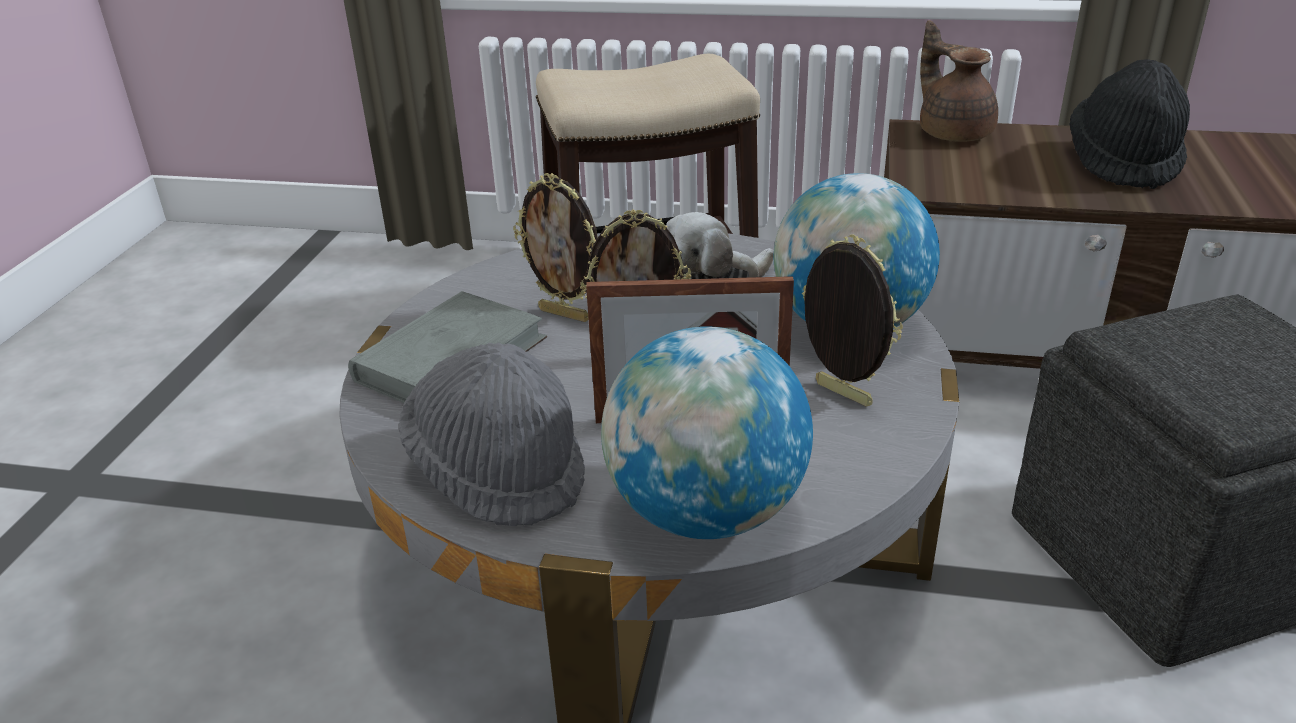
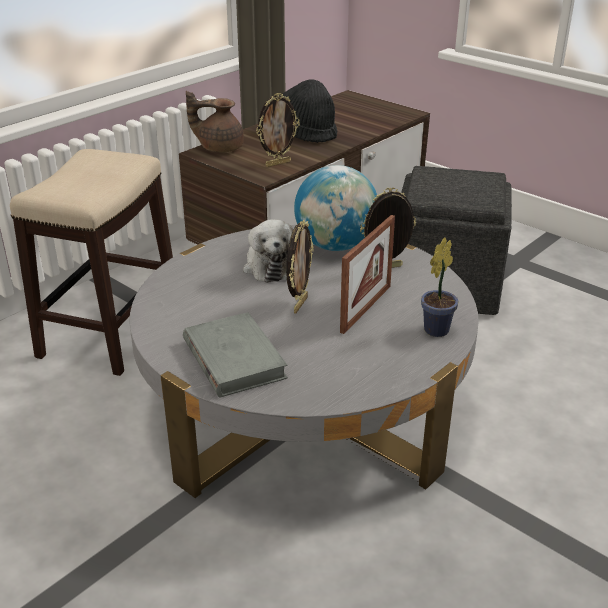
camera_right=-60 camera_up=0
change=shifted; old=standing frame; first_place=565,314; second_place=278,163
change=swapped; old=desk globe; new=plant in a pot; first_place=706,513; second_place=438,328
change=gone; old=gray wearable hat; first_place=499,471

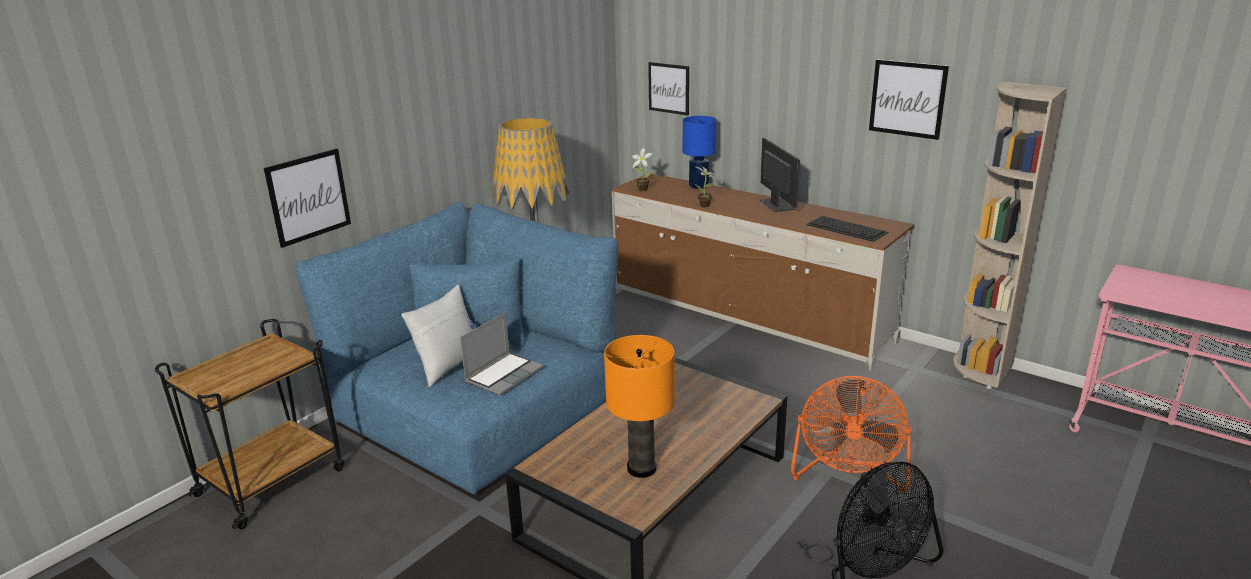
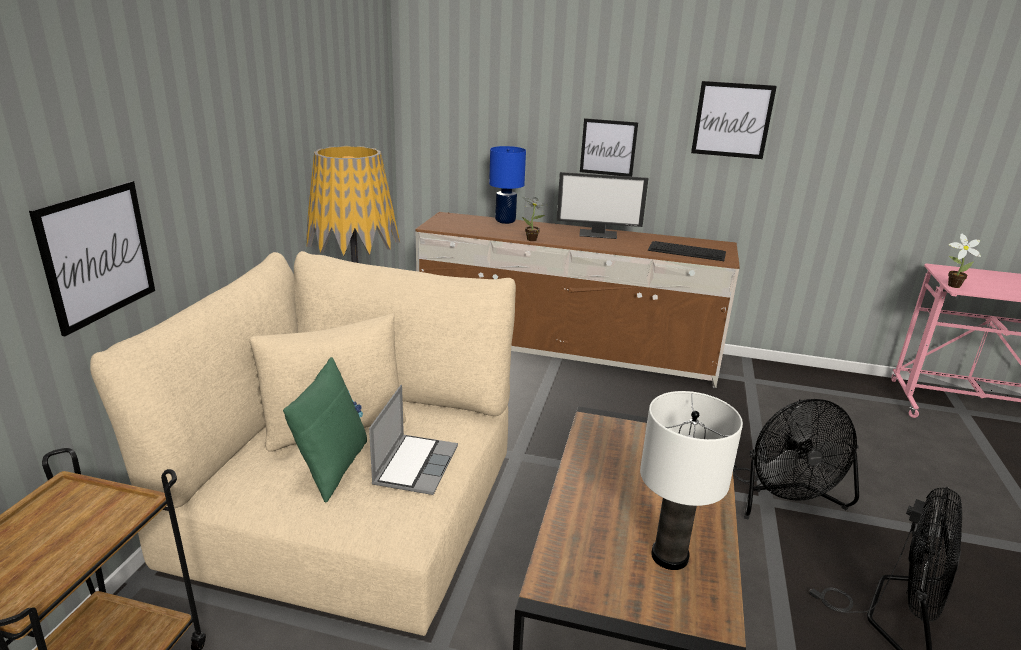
camera_right=-25 camera_up=0
change=shifted; old=wall picture; first_place=669,88; second_place=608,147
change=gone; old=beige-coloured bookcase; first_place=979,375
change=rotated; old=computer screen; first_place=776,205; second_place=598,234; degrees=135
change=shifted; old=plant in a pot; first_place=642,189; second_place=951,285
change=repainted; old=bluish couch; new=beige-coloured couch; first_place=478,409; second_place=349,510
change=repainted; old=gray cushion; new=green-coloured cushion; first_place=449,367; second_place=333,468
change=repainted; old=orange-coloured table lamp; new=whitish table lamp; first_place=642,468; second_place=670,556
change=repainted; old=orange-coloured fan; new=blackish fan; first_place=844,471; second_place=780,499

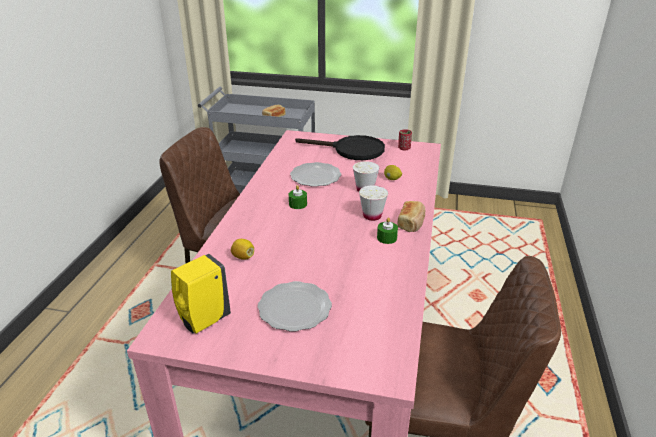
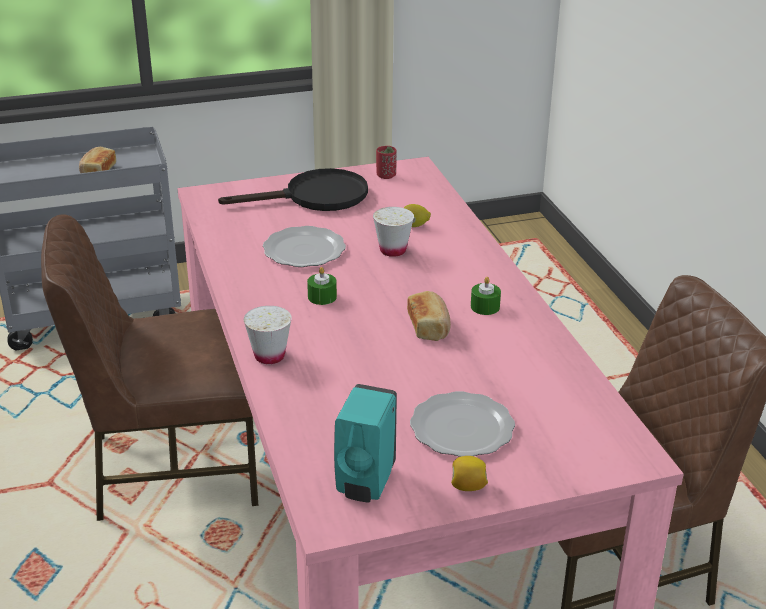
camera_right=-30 camera_up=0
change=shifted; old=whitish cup; first_place=372,216; second_place=269,356
change=shifted; old=baked bread; first_place=411,223; second_place=429,326
change=shifted; old=lemon; first_place=243,257; second_place=467,486
change=repainted; old=yellow soap bottle; new=blue-green soap bottle; first_place=203,321; second_place=365,483

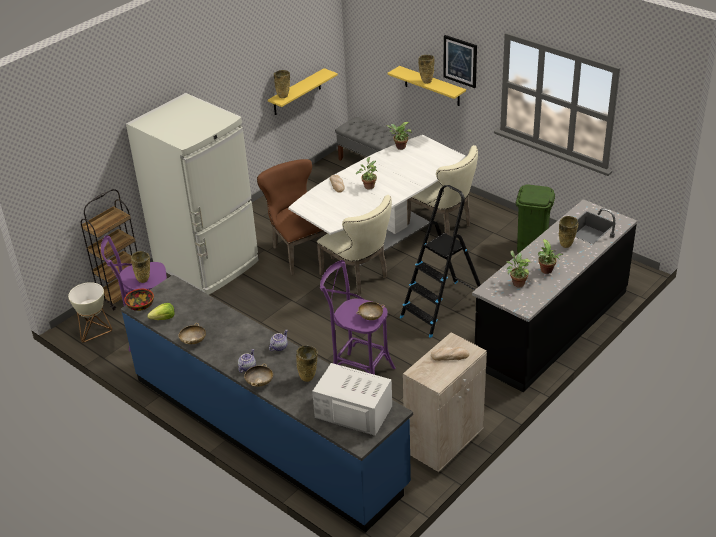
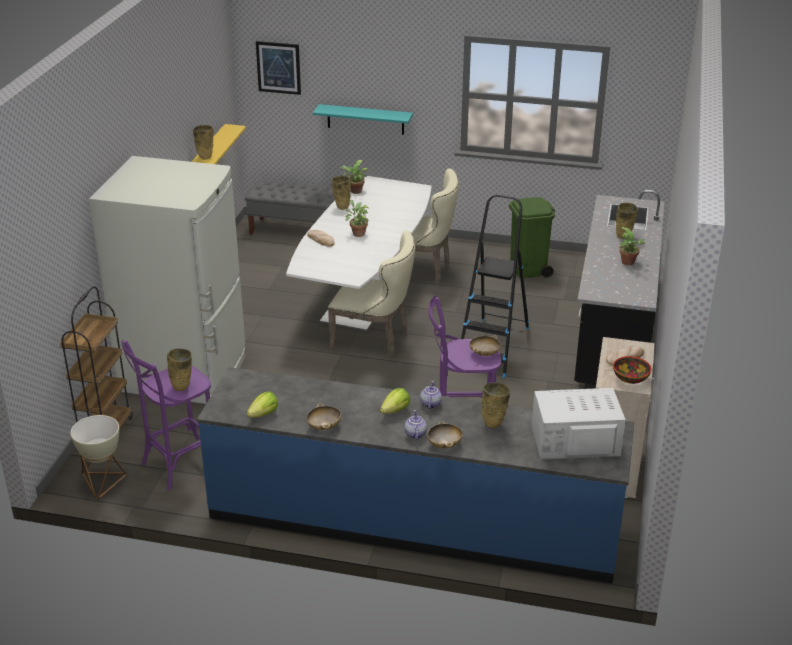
camera_right=-30 camera_up=-5
change=shifted; old=wall picture; first_place=460,61; second_place=278,67
change=shifted; old=beige-coloured flower vase; first_place=426,81; second_place=342,207
change=repainted; old=yellow bracket shelf; new=blue-green bracket shelf; first_place=432,86; second_place=365,119
change=gone; old=brown-coloured plain chair; first_place=299,251
change=gone; old=plant in a pot; first_place=517,283
change=shifted; old=deep dish; first_place=140,306; second_place=630,378
change=new; new=lettuce head; second_place=395,410

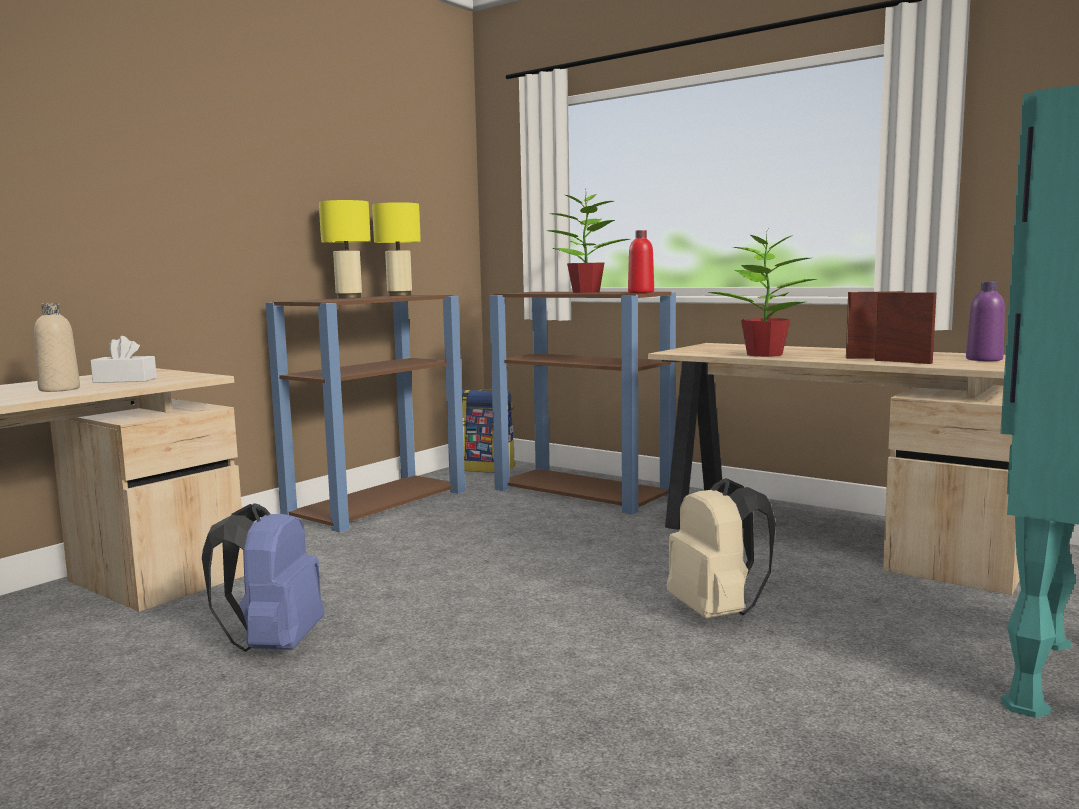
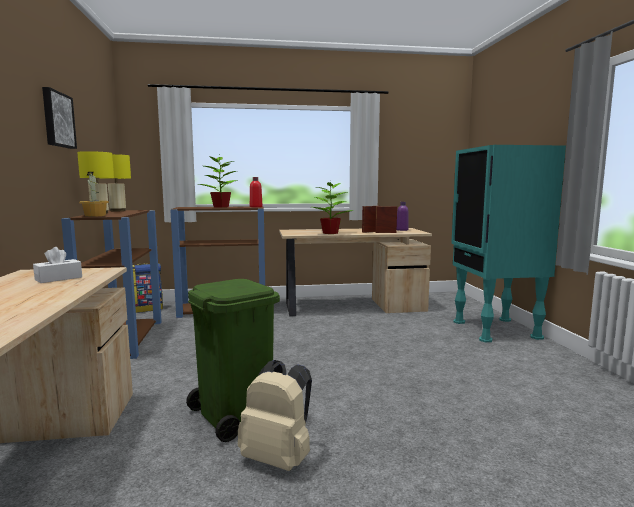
camera_right=-45 camera_up=0
change=gone; old=beige-coloured drink bottle; first_place=59,389
change=shifted; old=beige-coloured rucksack; first_place=717,613; second_place=279,458
change=swapped; old=bluish rucksack; new=green-coloured trash can; first_place=273,645; second_place=235,415
change=new; new=wall picture; second_place=57,119
change=new; new=plant in a pot; second_place=95,215

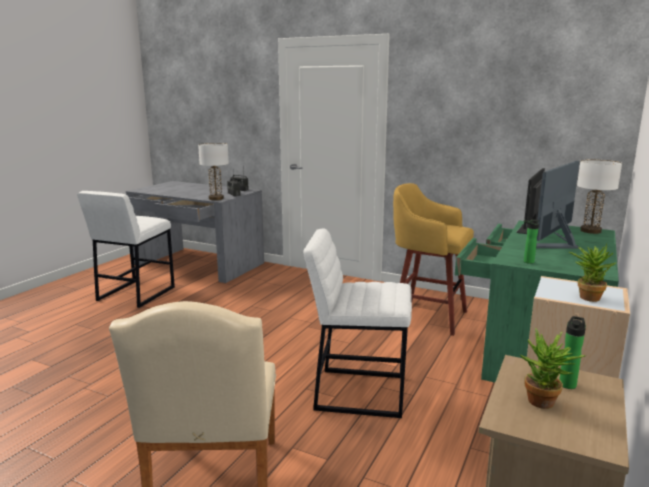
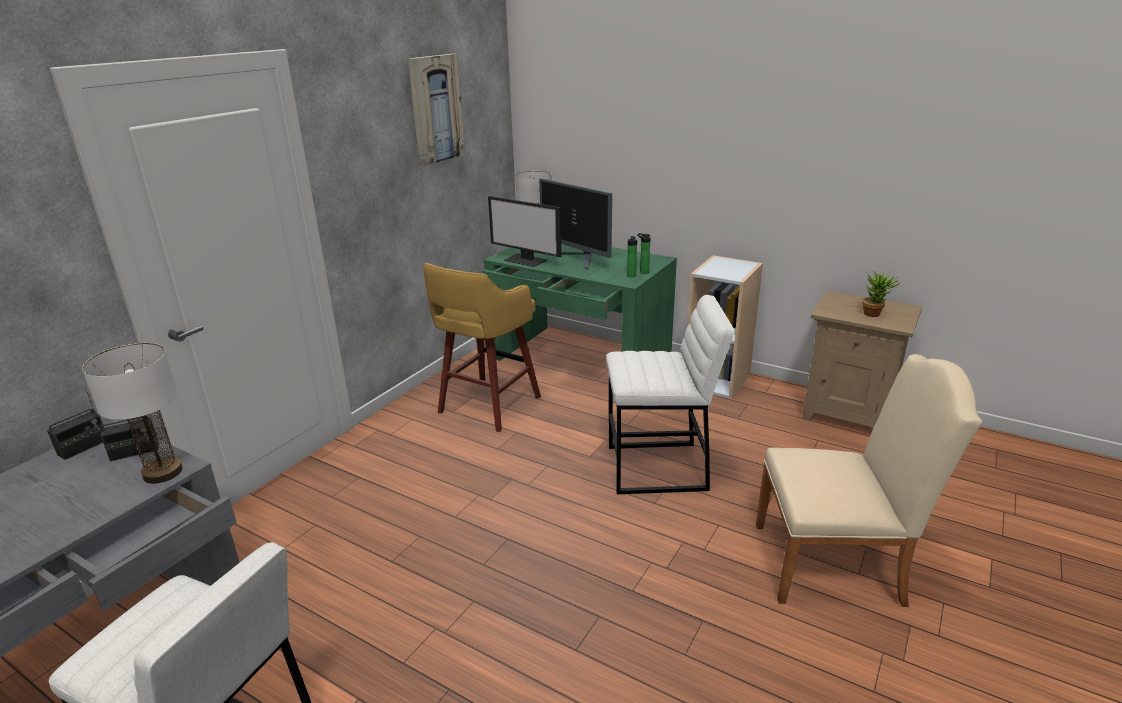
camera_right=-85 camera_up=10
change=rotated; old=whitish plain chair; first_place=357,392; second_place=660,467; degrees=-105
change=gone; old=plant in a pot; first_place=587,296
change=shifted; old=drink bottle; first_place=567,383; second_place=643,272
change=new; new=wall picture; second_place=436,109

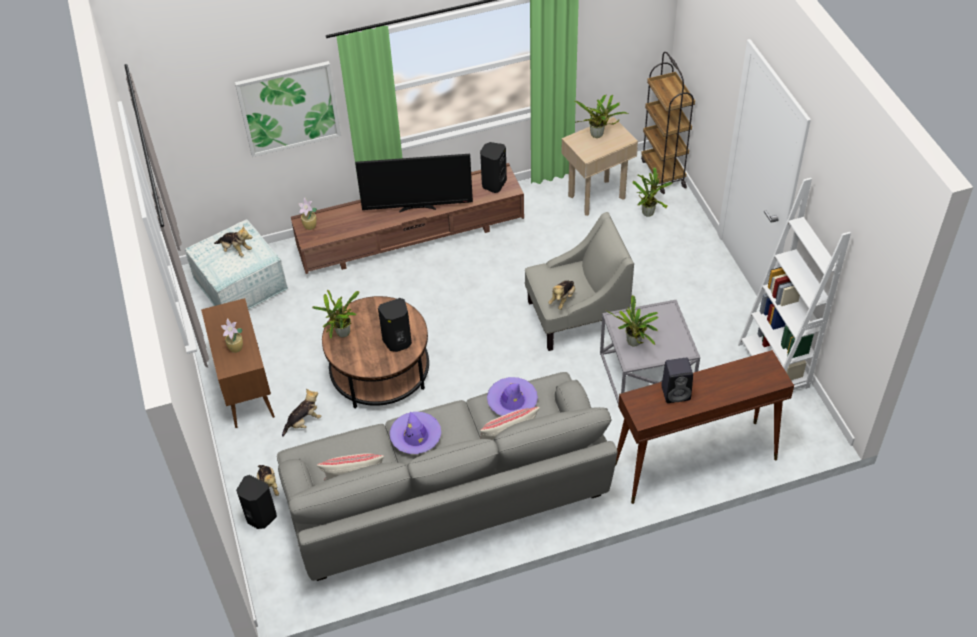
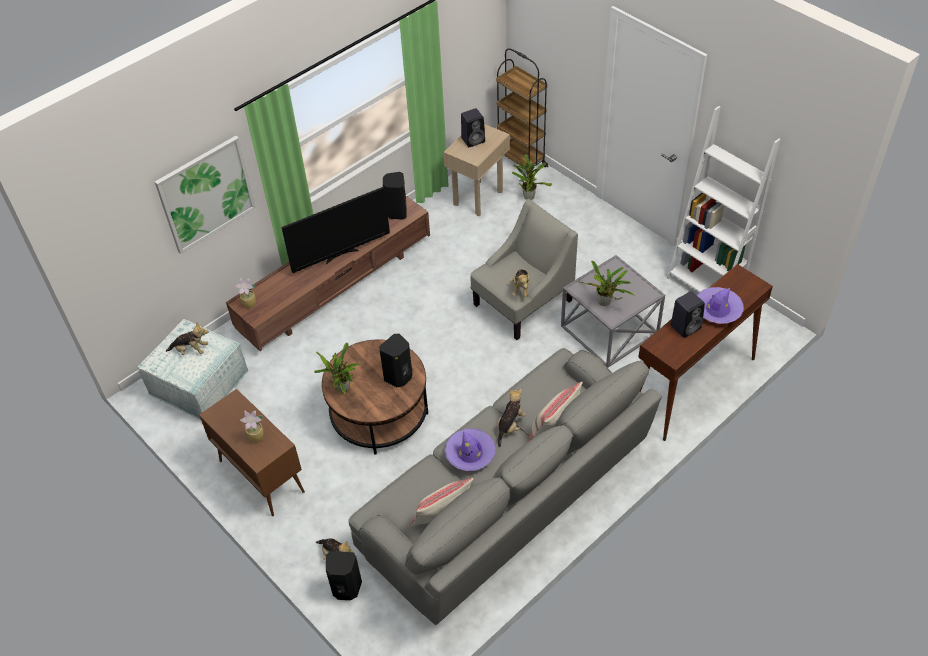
camera_right=-25 camera_up=0
change=swapped; old=plant in a pot; new=blackish speaker; first_place=598,135; second_place=473,140
change=shifted; old=purple-coloured wearable hat; first_place=512,401; second_place=717,309
change=shifted; old=cuddly toy; first_place=304,422; second_place=510,426

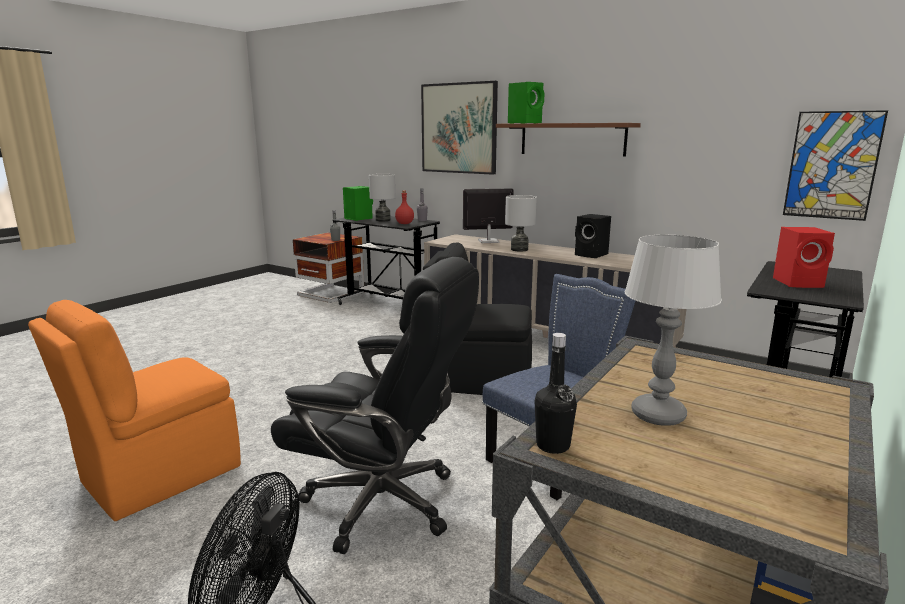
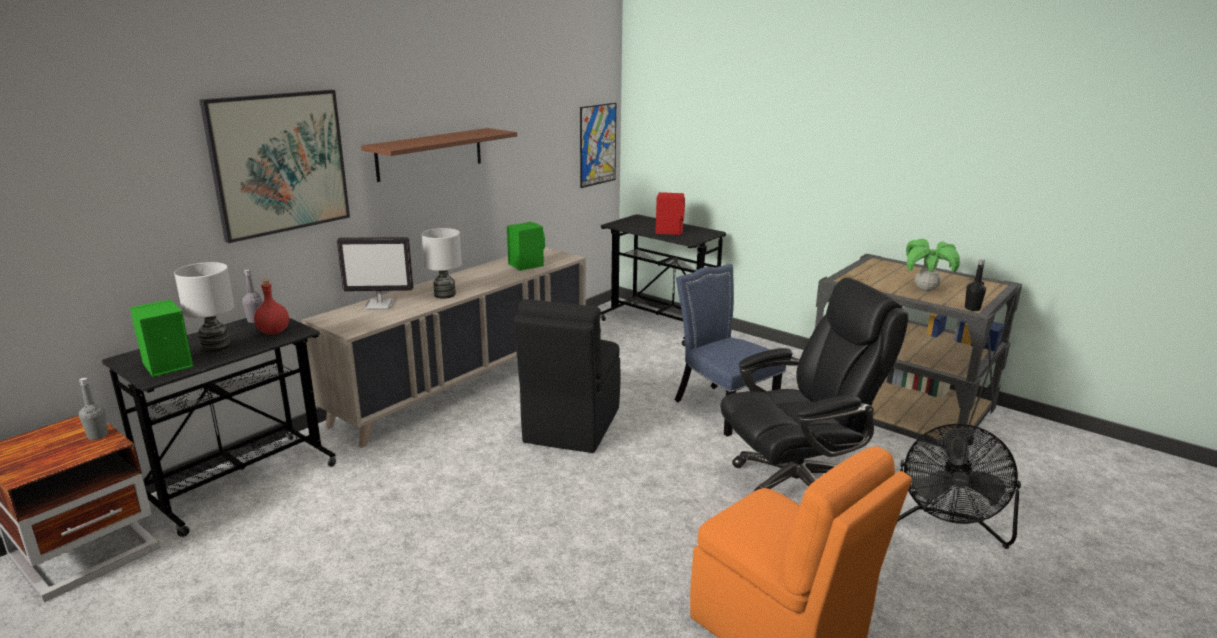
camera_right=-85 camera_up=5
change=shifted; old=green-coloured speaker; first_place=525,123; second_place=525,265
change=rotated; old=computer screen; first_place=488,241; second_place=380,305; degrees=-90
change=gone; old=blackish speaker; first_place=592,255
change=swapped; old=table lamp; new=plant in a pot; first_place=658,414; second_place=925,289
change=rotated; old=blackish desk chair; first_place=381,502; second_place=795,485; degrees=45

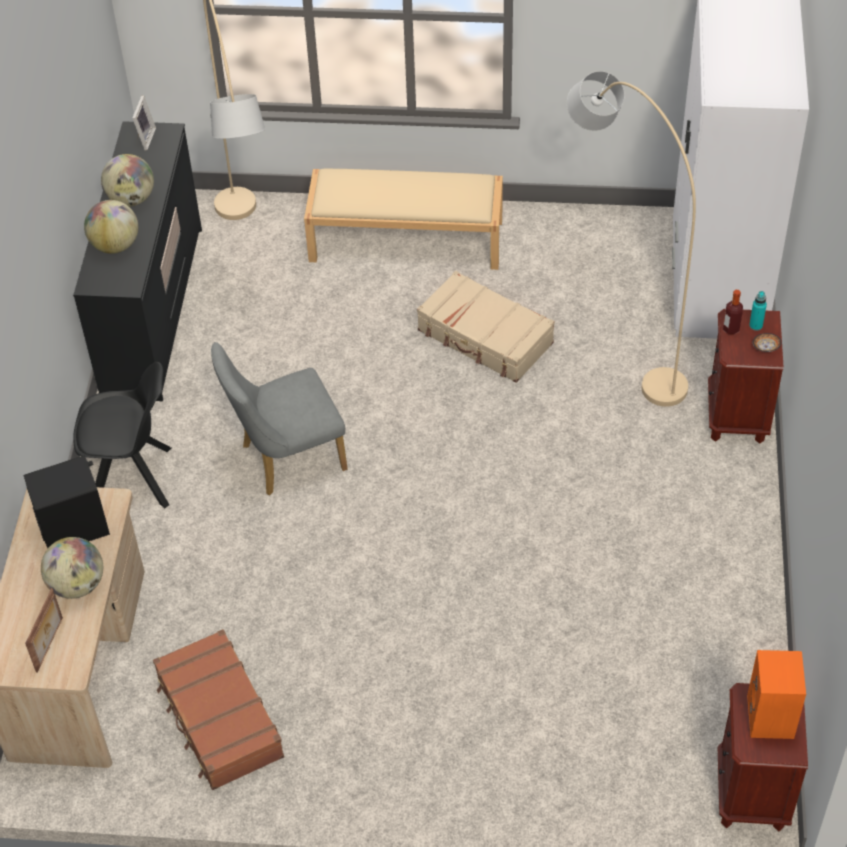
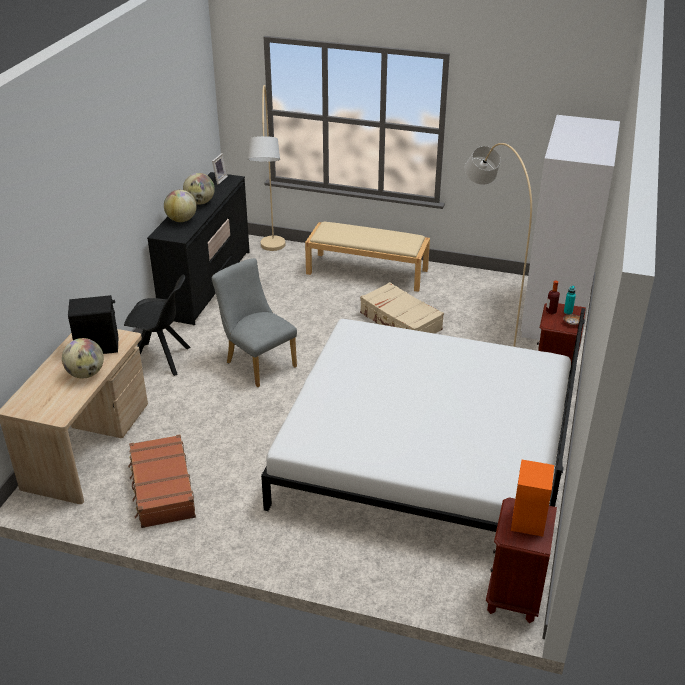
camera_right=10 camera_up=-15
change=rotated; old=gray plain chair; first_place=286,459; second_place=257,362; degrees=60
change=gone; old=standing frame; first_place=50,645
change=new; new=whitish bed; second_place=427,452

